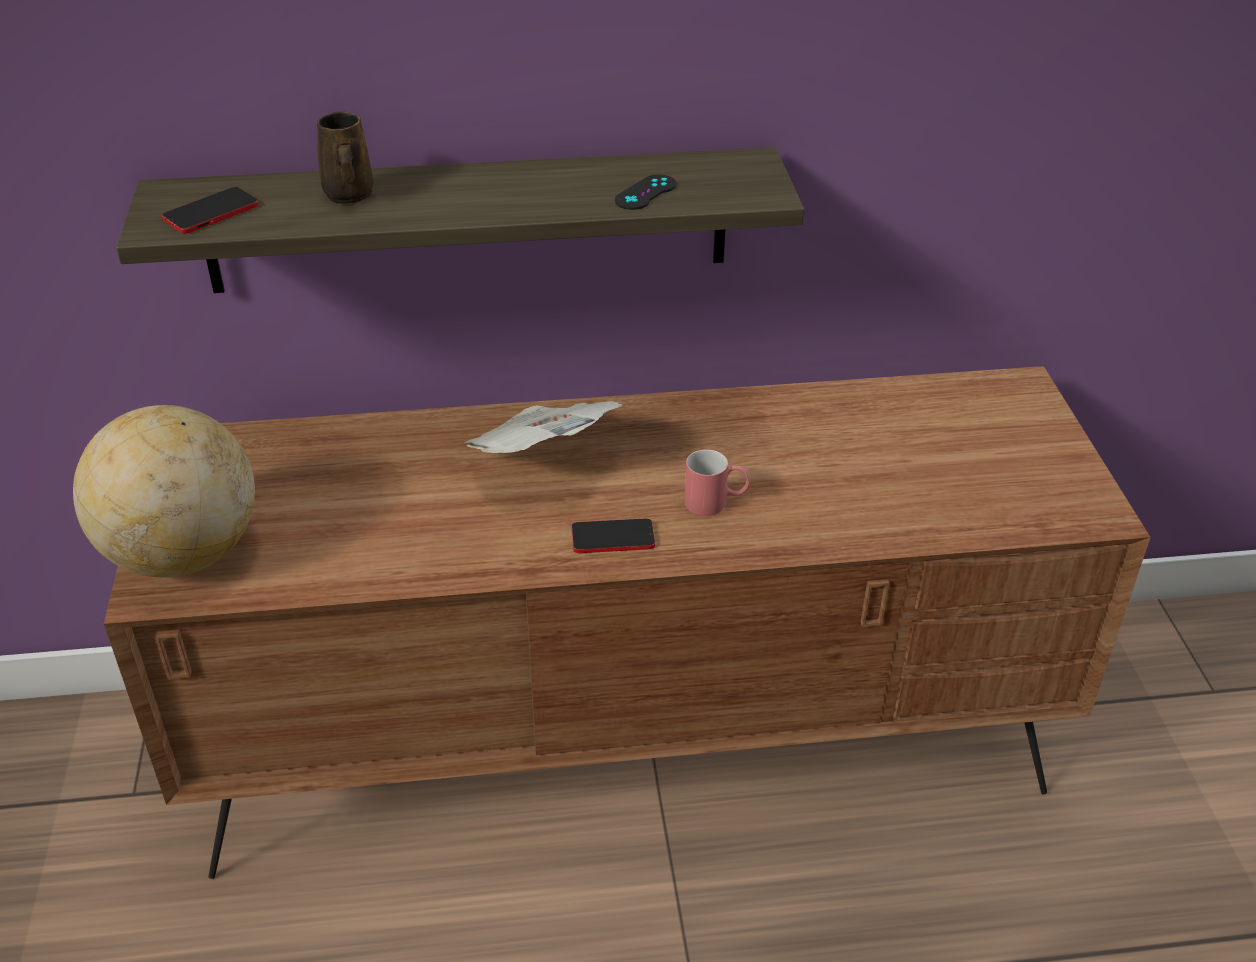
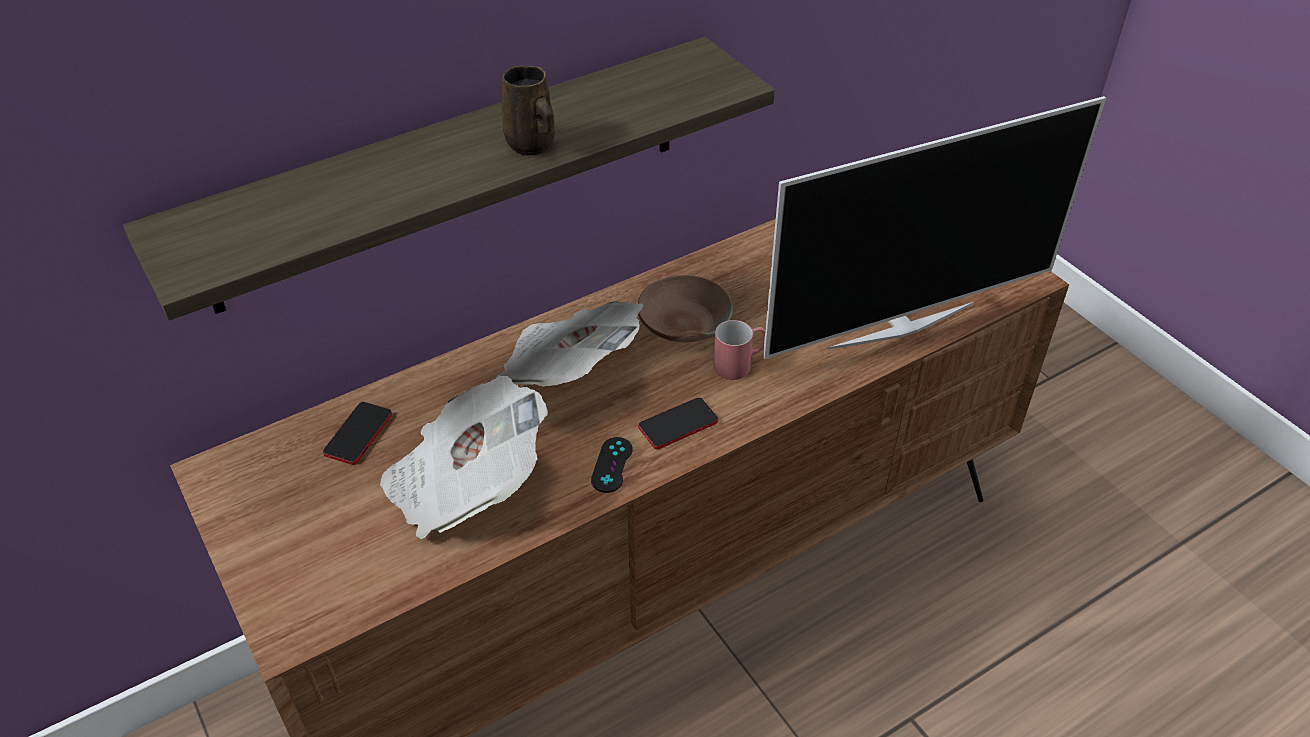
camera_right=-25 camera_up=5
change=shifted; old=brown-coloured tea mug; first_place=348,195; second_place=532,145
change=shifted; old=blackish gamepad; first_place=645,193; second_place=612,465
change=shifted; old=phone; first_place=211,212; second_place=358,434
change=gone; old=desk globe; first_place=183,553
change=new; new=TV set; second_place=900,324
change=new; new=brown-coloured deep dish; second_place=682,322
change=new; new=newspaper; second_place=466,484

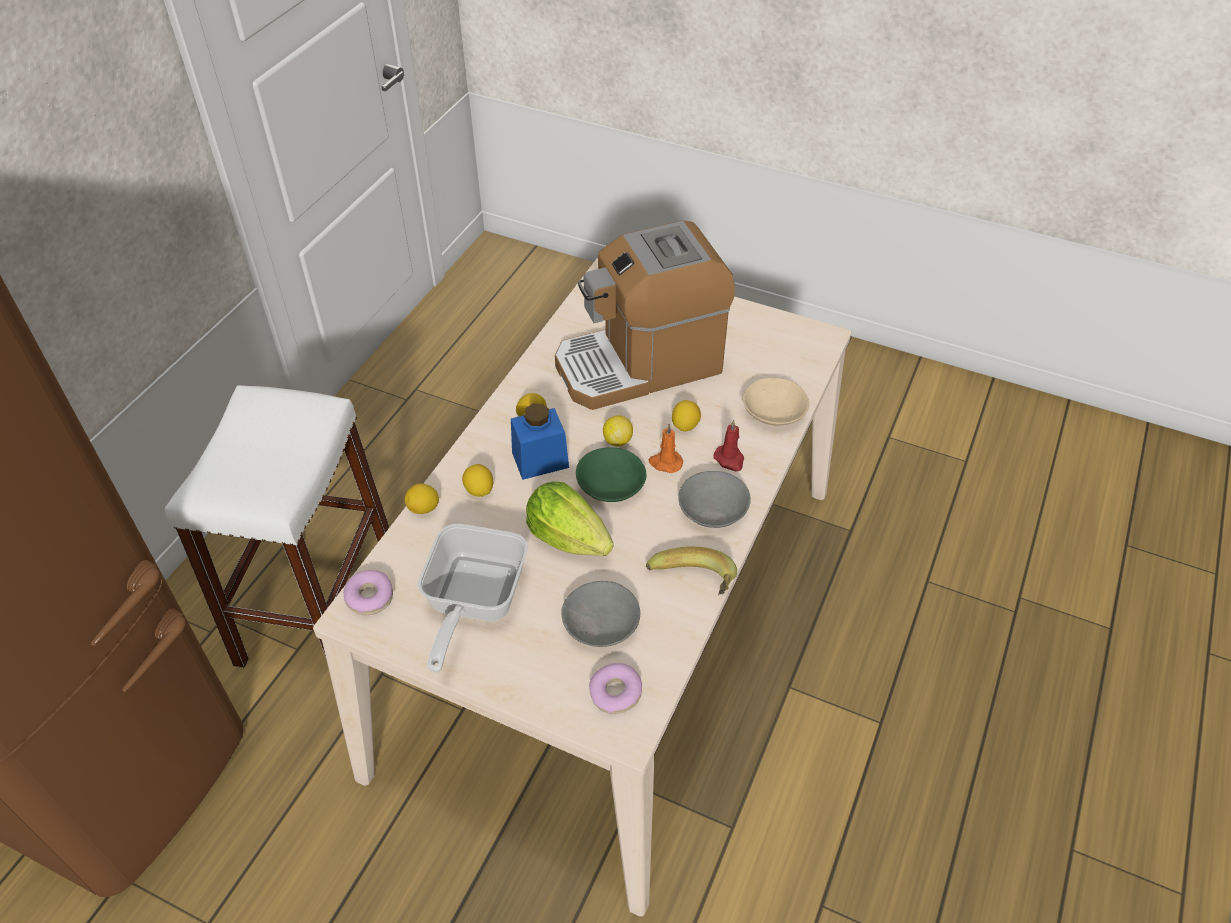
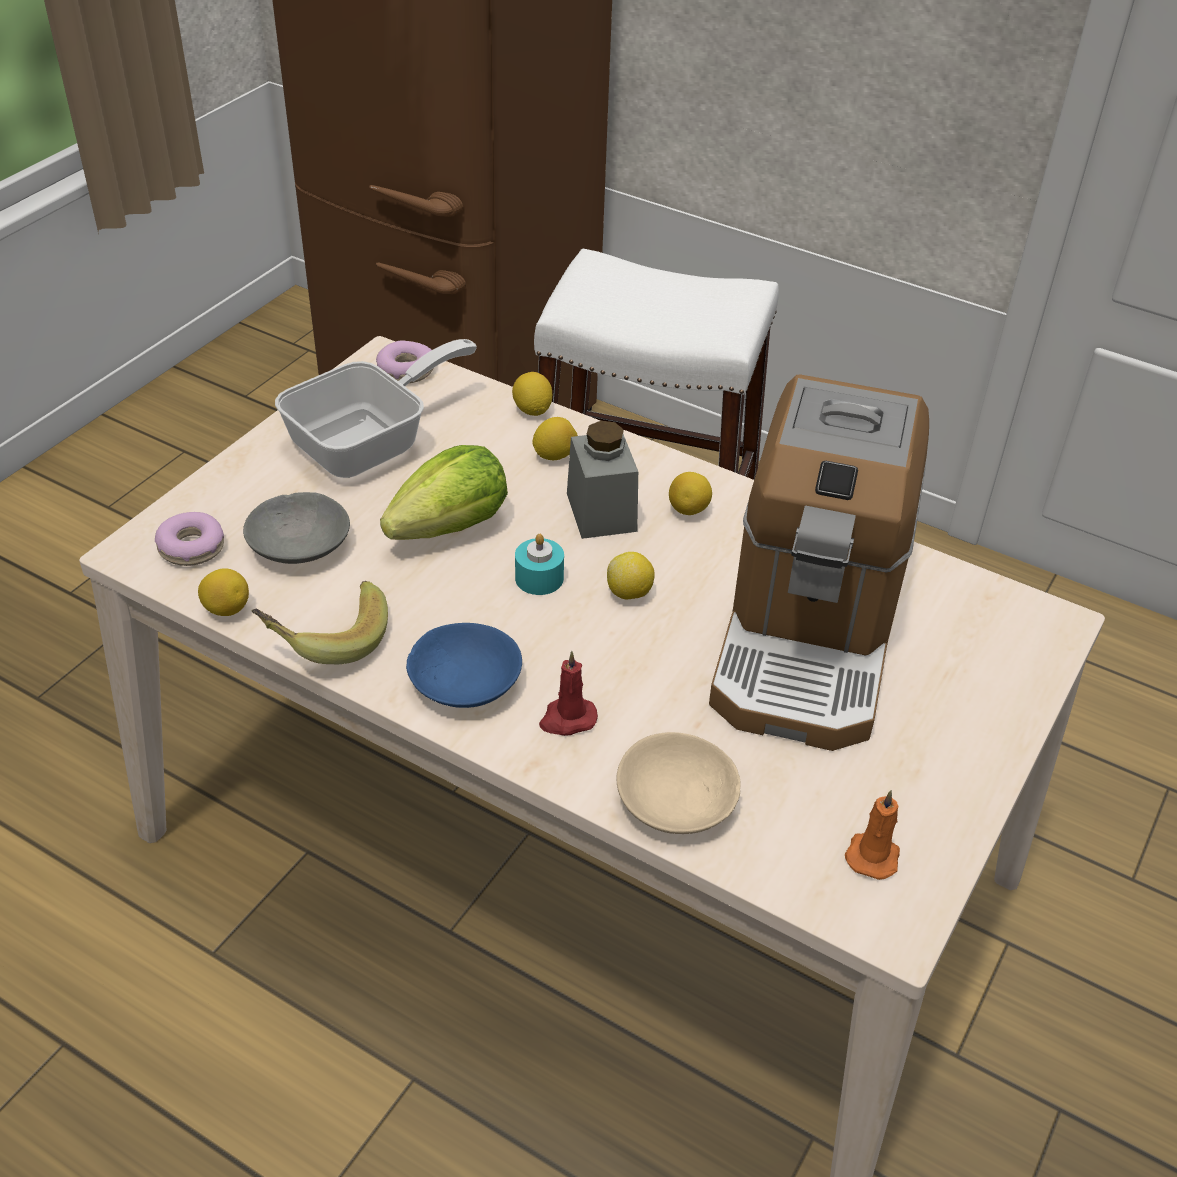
camera_right=95 camera_up=-5
change=rotated; old=coffee brewer; first_place=640,364; second_place=807,638; degrees=-150
change=shifted; old=lemon; first_place=685,425; second_place=226,609
change=repainted; old=bluish preserve jar; new=gray preserve jar; first_place=540,460; second_place=601,512
change=shifted; old=orange-coloured wax light; first_place=665,462; second_place=873,854
change=swapped; old=green-coloured deep dish; new=blue-green wax light; first_place=612,485; second_place=539,578
change=repainted; old=gray deep dish; new=bluish deep dish; first_place=712,510; second_place=464,681
change=rotated; old=frying pan; first_place=471,603; second_place=371,442; degrees=120

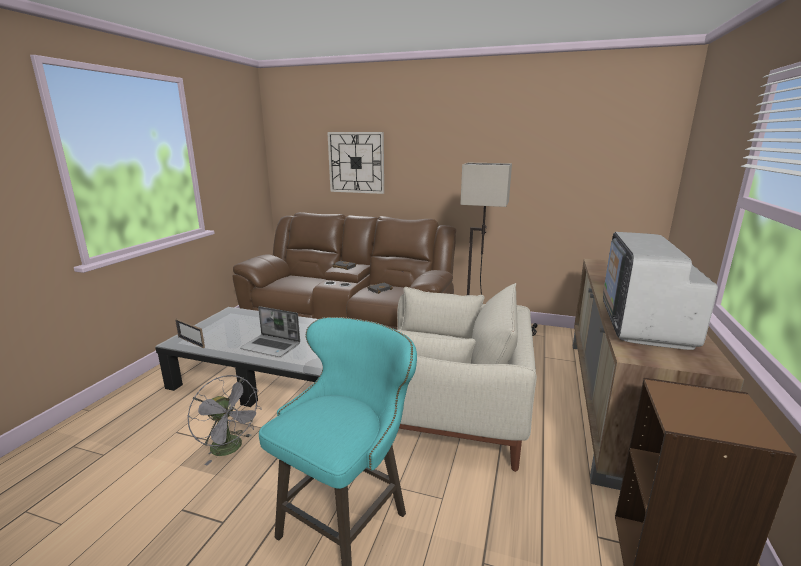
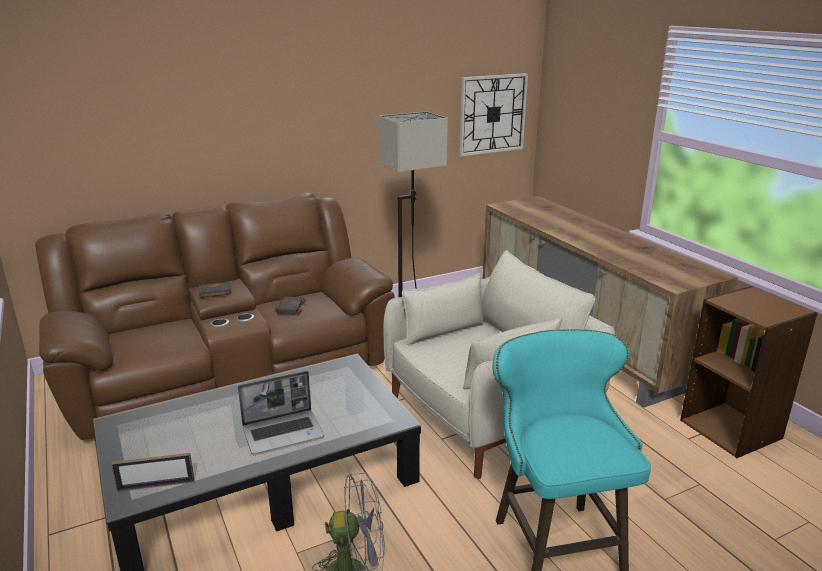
camera_right=-45 camera_up=5
change=shifted; old=hanging clock; first_place=356,162; second_place=492,114
change=gone; old=TV set; first_place=644,325

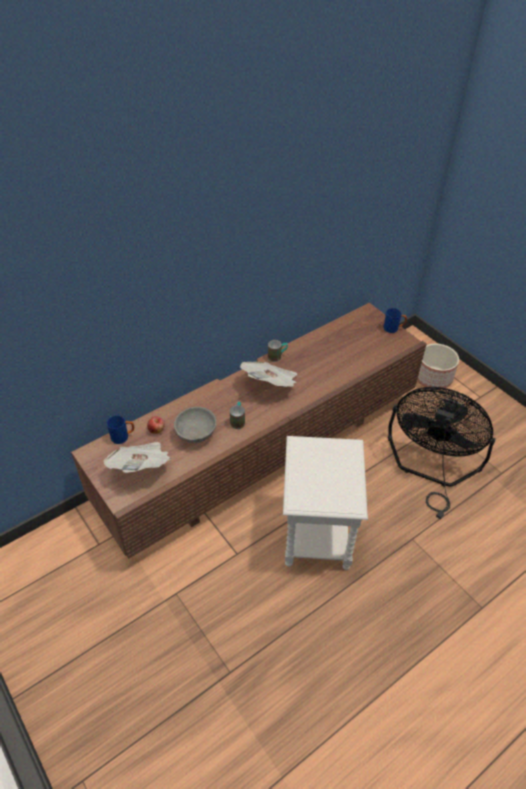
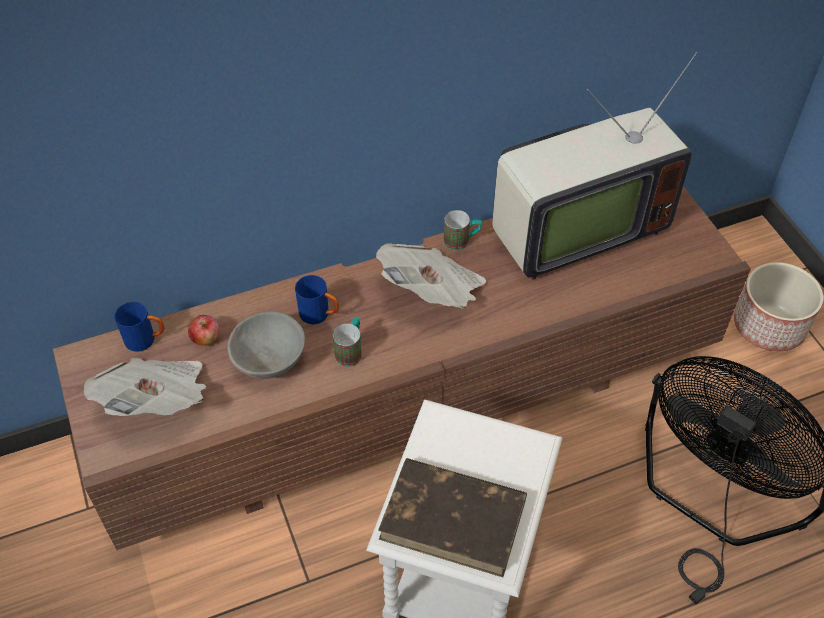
camera_right=15 camera_up=5
change=shifted; old=bluish tea mug; first_place=393,328; second_place=319,315
change=new; new=TV set; second_place=573,230
change=new; new=brown-coloured volume; second_place=454,519

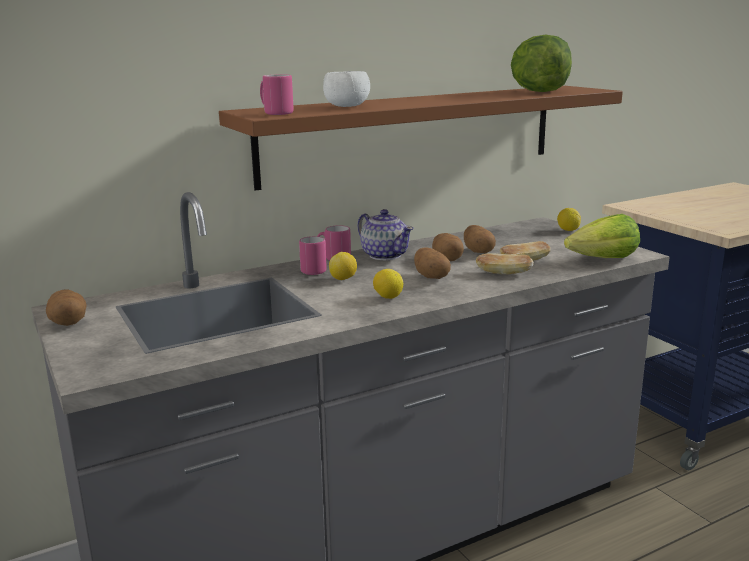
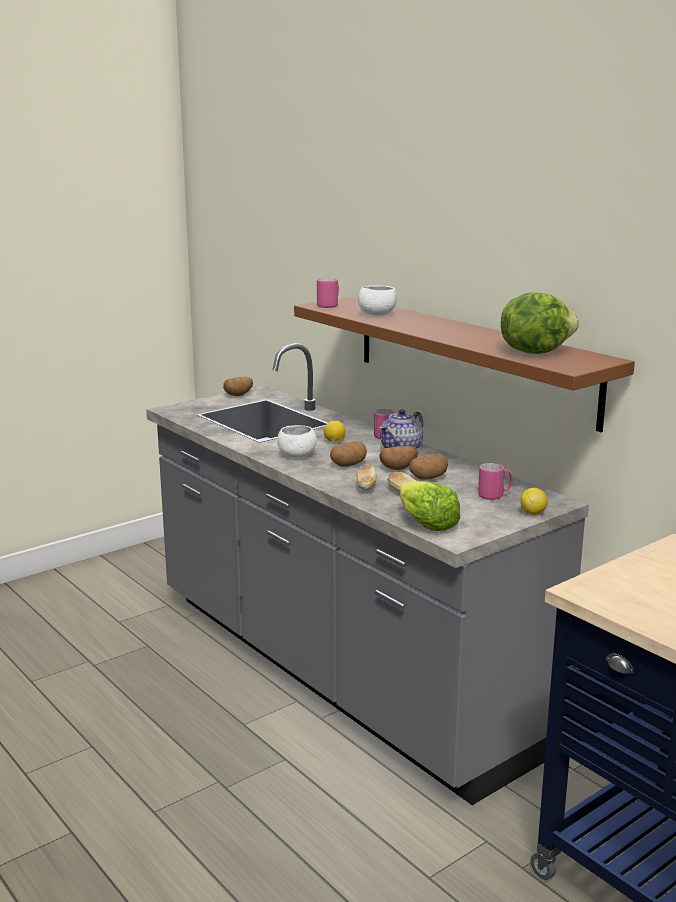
camera_right=80 camera_up=0
change=shifted; old=pink-coloured tea mug; first_place=314,270; second_place=494,496
change=swapped; old=lemon; new=whitish deep dish; first_place=387,297; second_place=296,455

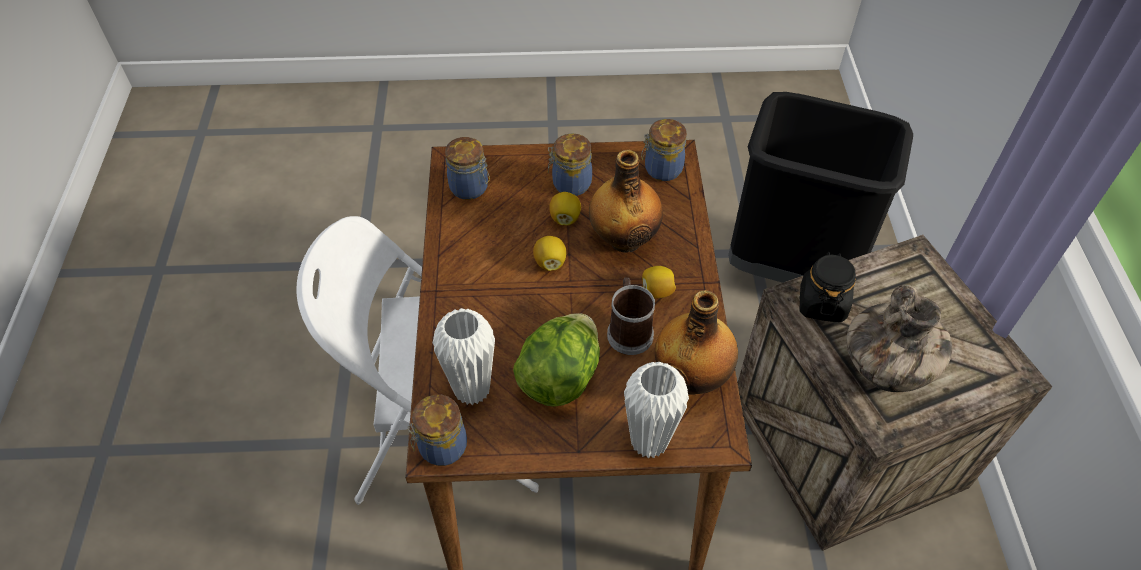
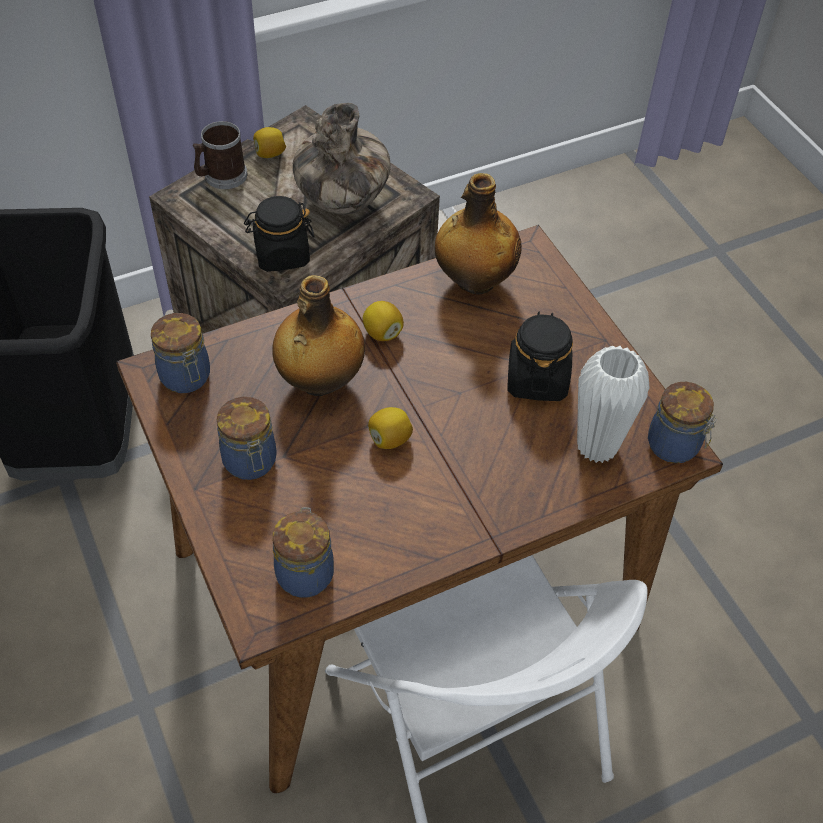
camera_right=-115 camera_up=0
change=shifted; old=lemon; first_place=565,218; second_place=270,154
change=shifted; old=tea mug; first_place=629,330; second_place=221,176
change=swapped; old=lettuce head; new=blackish preserve jar; first_place=559,378; second_place=537,379
change=gone; old=whitish flower vase; first_place=649,442

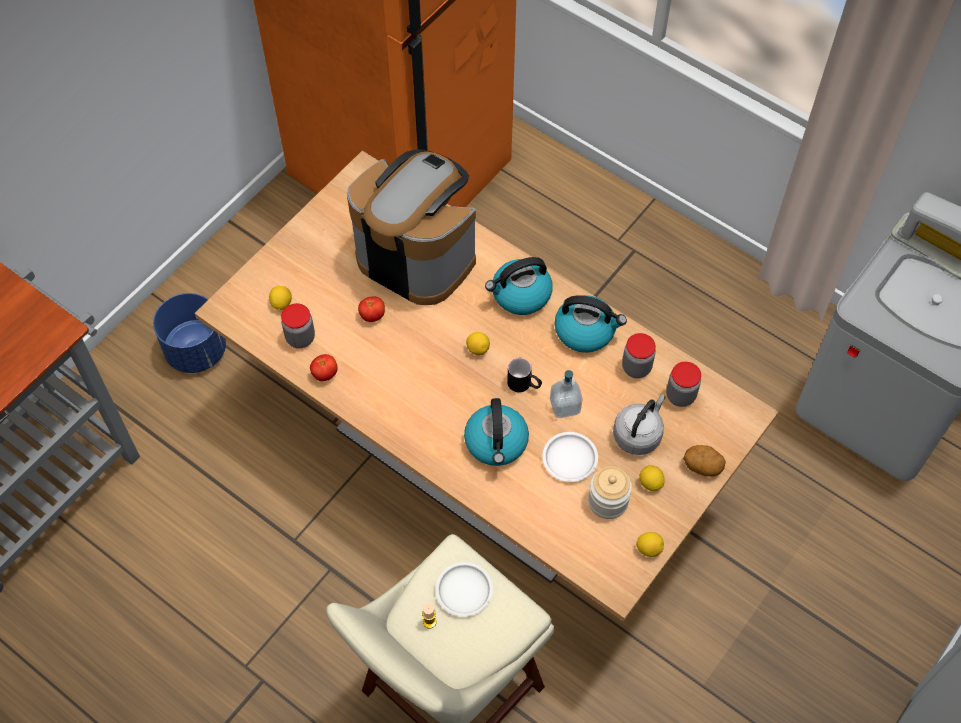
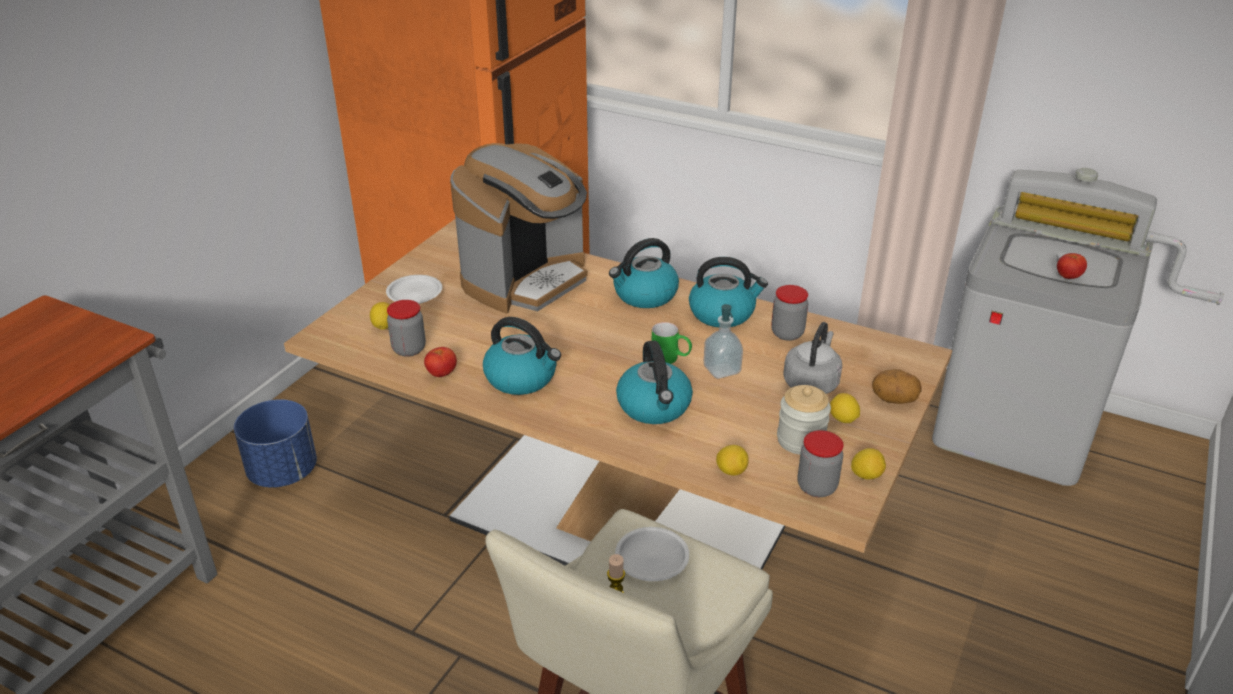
camera_right=-10 camera_up=-25
change=rotated; old=coffee brewer; first_place=416,256; second_place=526,280; degrees=105
change=shifted; old=fresh tomato; first_place=372,315; second_place=1068,277
change=shifted; old=lemon; first_place=477,349; second_place=731,471
change=repainted; old=blackish tea mug; new=green-coloured tea mug; first_place=524,385; second_place=671,358
change=shifted; old=preserve jar; first_place=680,395; second_place=817,487
change=shifted; old=whitish flat dish; first_place=569,458; second_place=414,293
change=new; new=tea kettle; second_place=522,378

